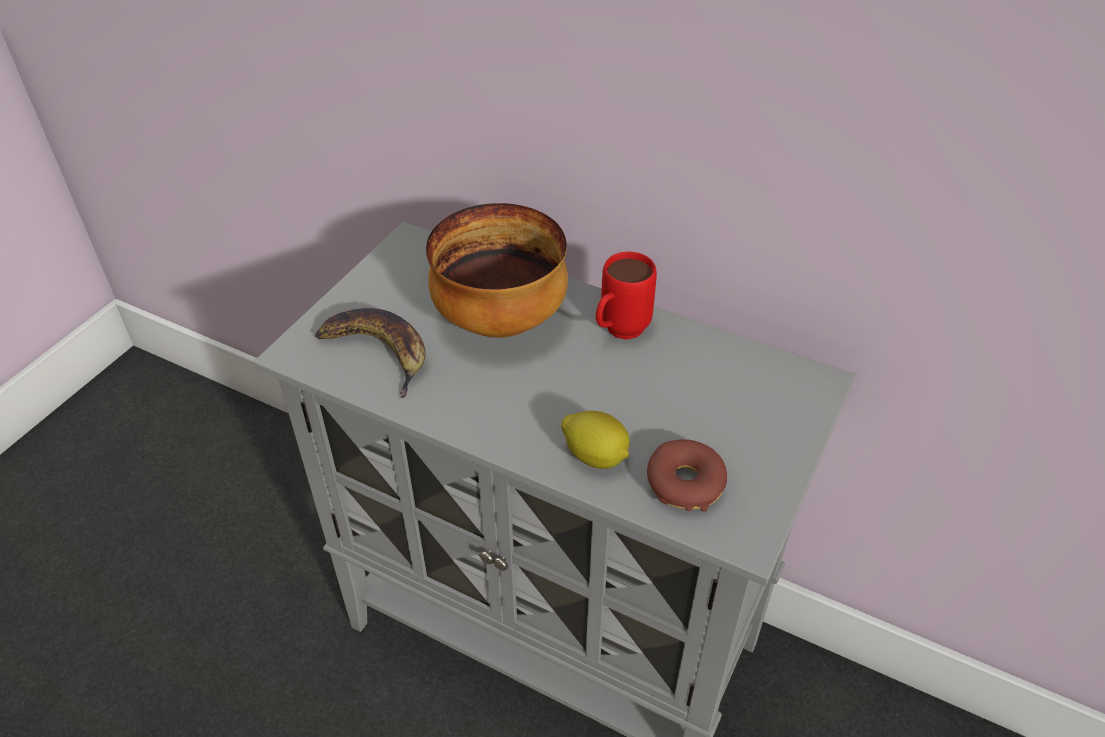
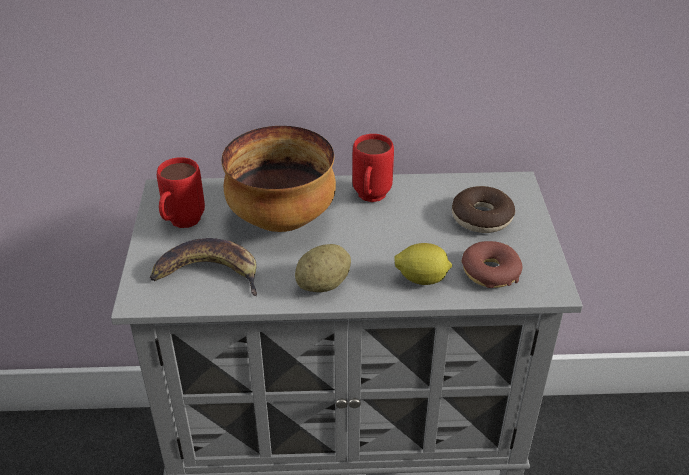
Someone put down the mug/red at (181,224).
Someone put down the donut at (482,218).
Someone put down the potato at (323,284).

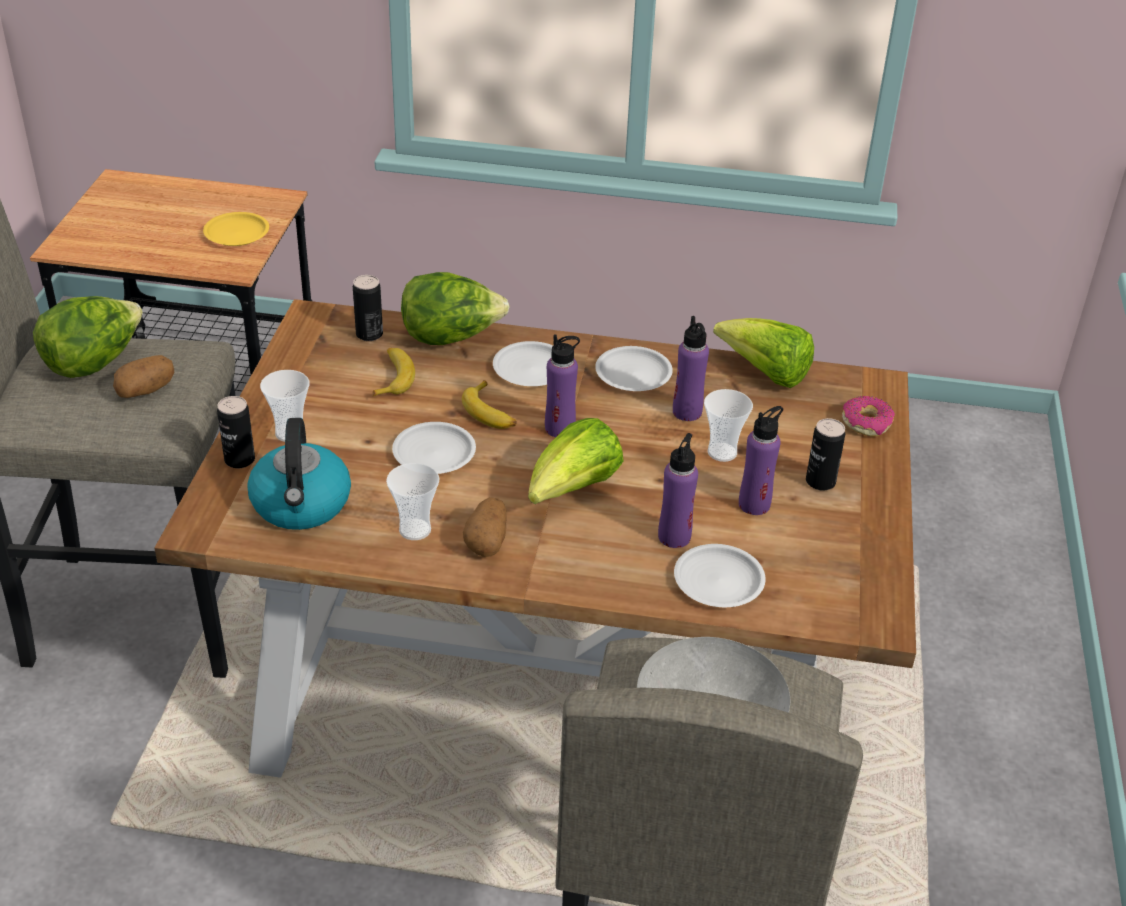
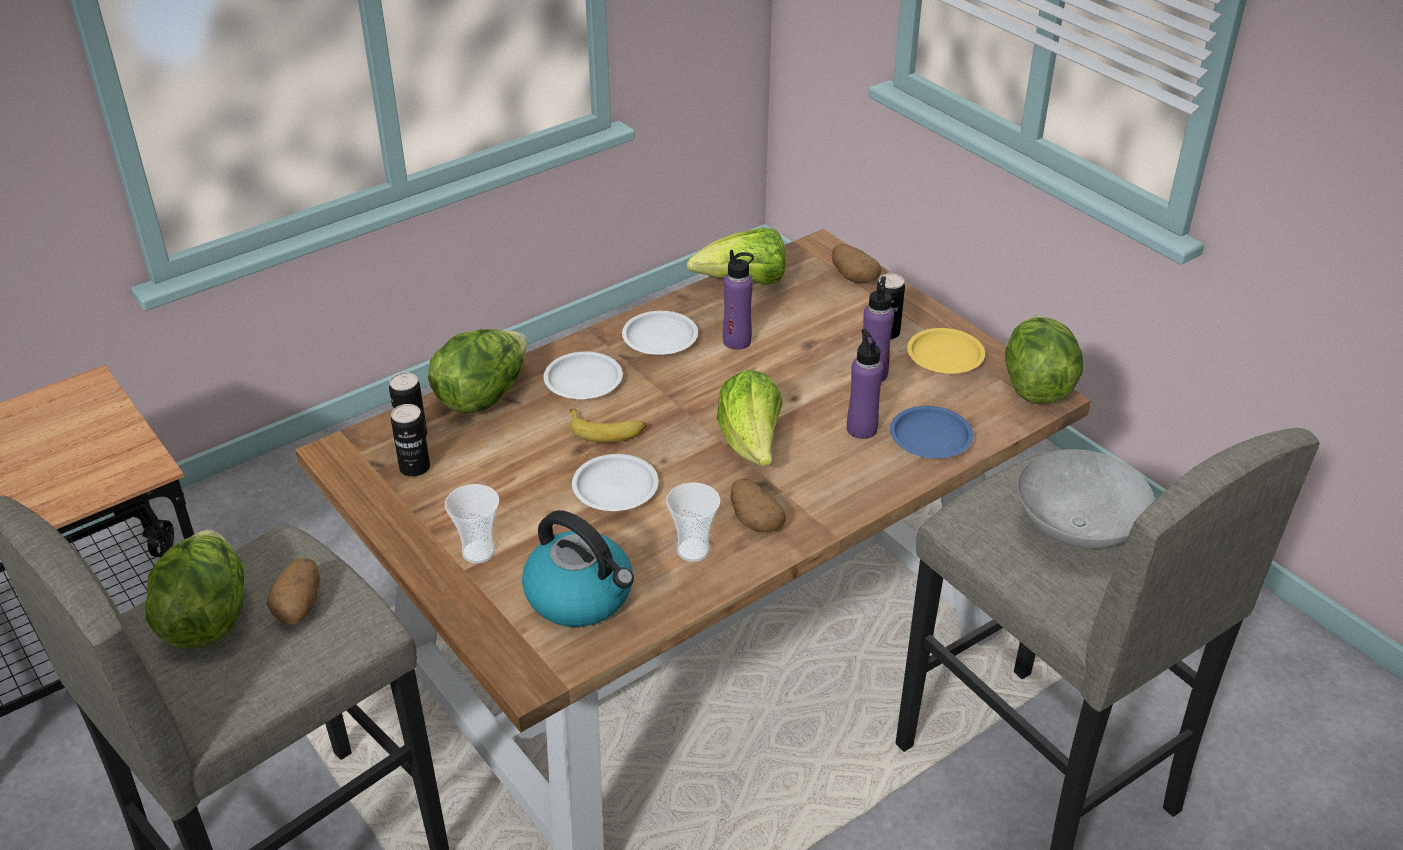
Someone carried the plate/yellow from (237,234) to (945,356).
Someone took away the bottle/purple at (560,428).
Someone took away the banana at (392,377).
Someone took away the cup at (722,452).
Someone carried the can from (239,460) to (414,468).
Someone swapped the donut at (866,423) for the potato at (853,277).
Someone repainted the plate/white at (717,581), which became the plate/blue at (930,438).
Someone put down the lettuce at (1036,385).

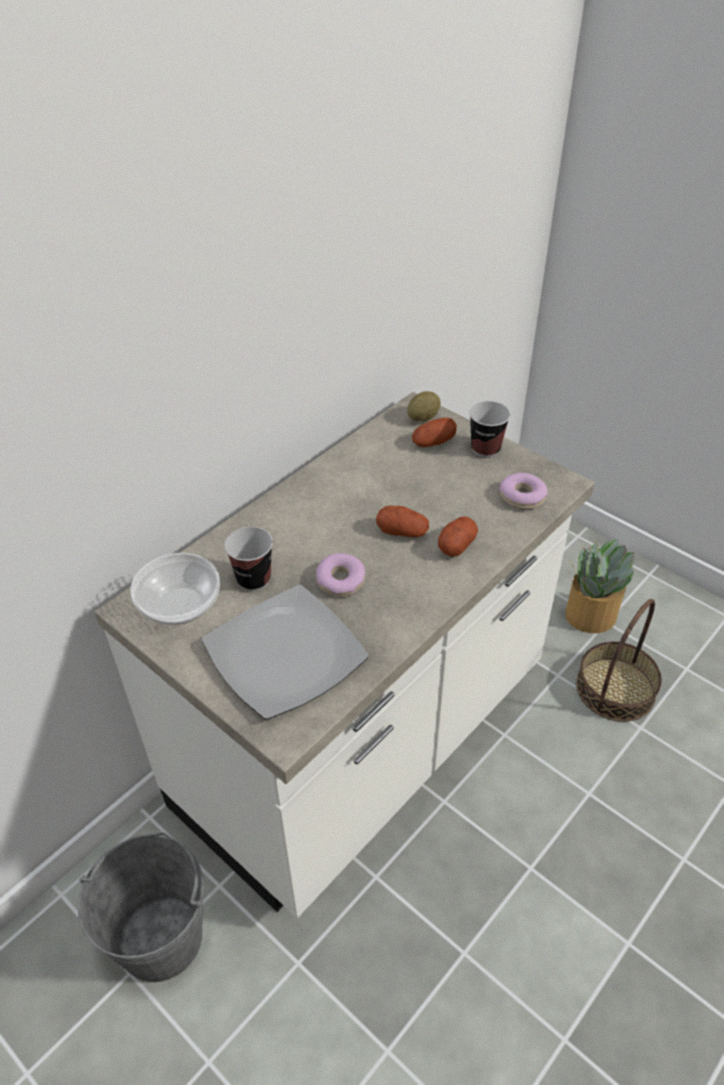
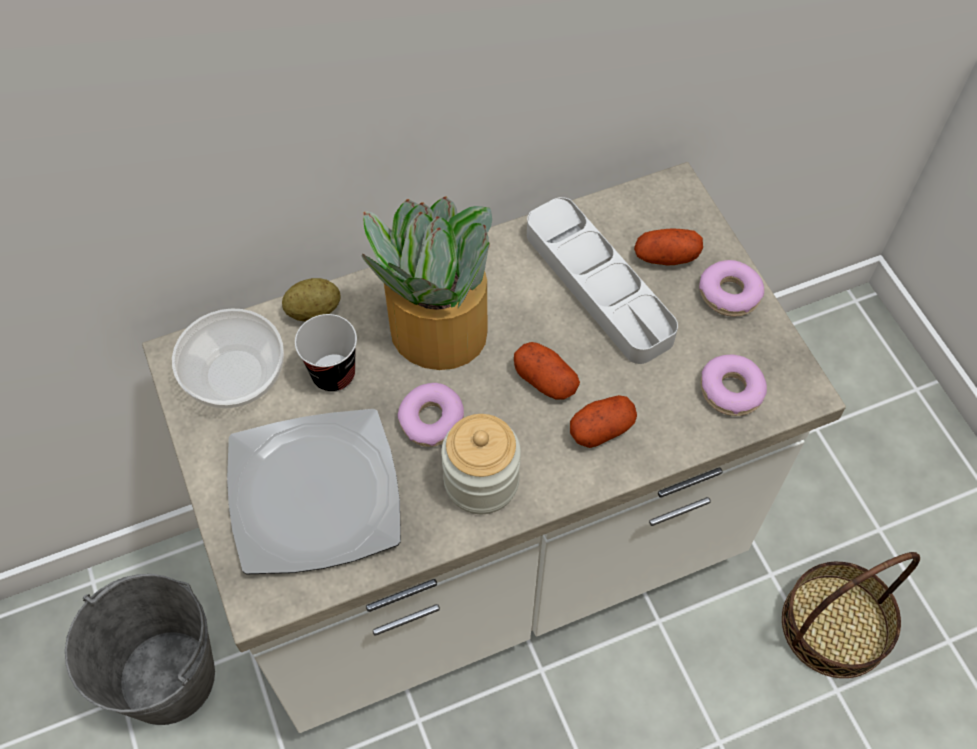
Someone carried the potato from (423,417) to (314,311).
Someone swapped the cup at (485,448) for the donut at (729,294).
Someone carried the potted plant from (589,615) to (436,330).
Someone put down the tray/grey at (598,285).
Someone put down the jar at (481,481).

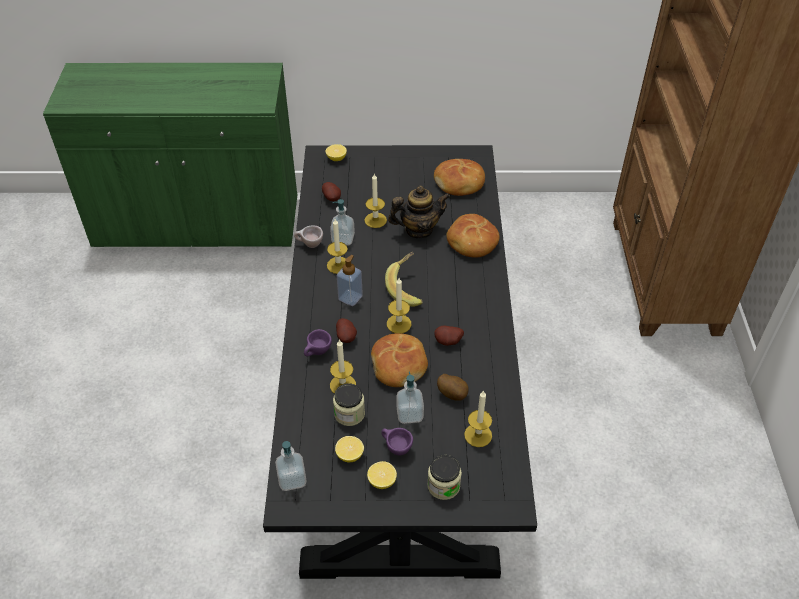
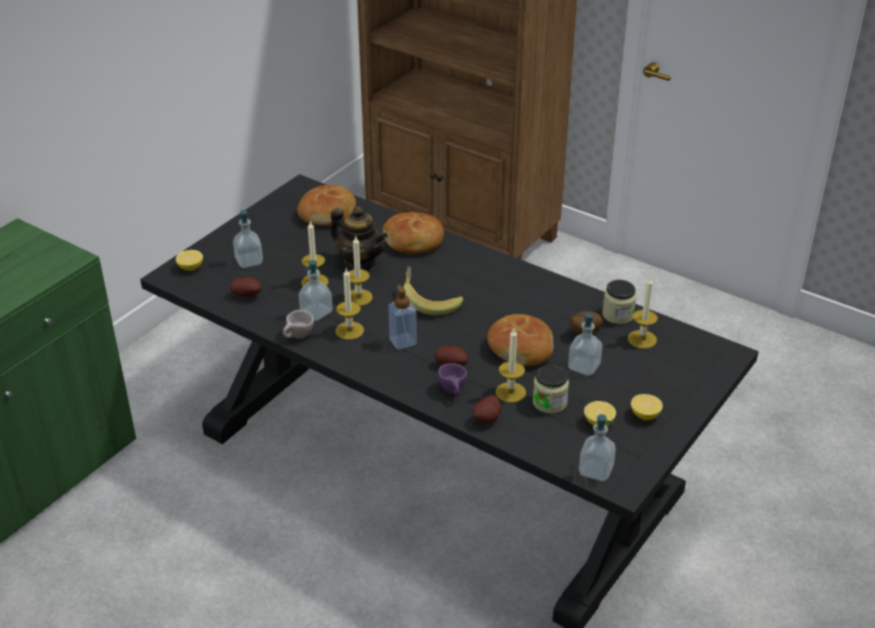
Someone rotated the teapot at (418,229) by 105 degrees clockwise.
Someone carried the candle from (399,324) to (358,297).
Someone carried the potato from (448,342) to (488,419).
Someone took away the cup/purple at (395,448).
Someone carried the jar from (443,486) to (618,315).
Someone put down the soap dispenser at (249,261).

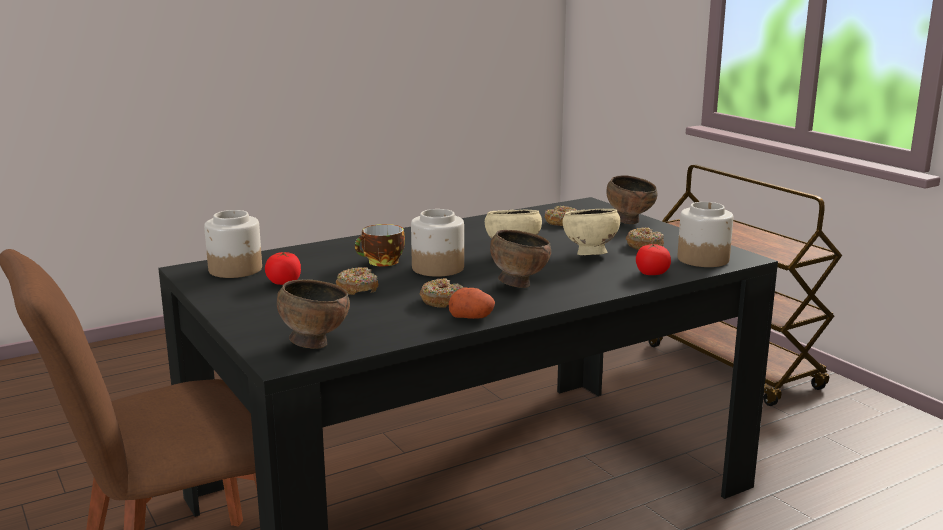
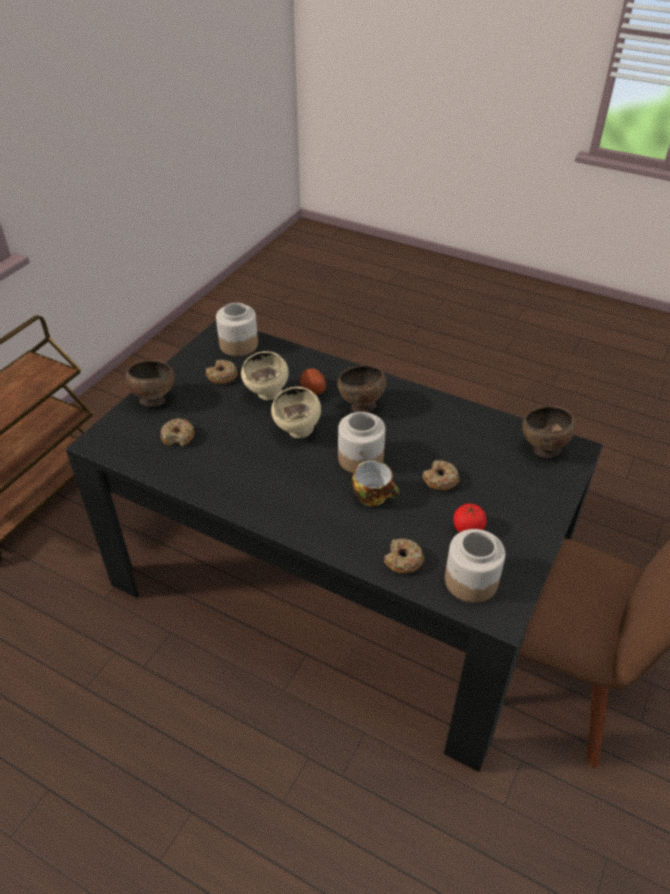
Someone took away the tomato at (652,273).
Someone carried the donut from (441,300) to (403,560).
Someone carried the potato from (472,317) to (312,388).

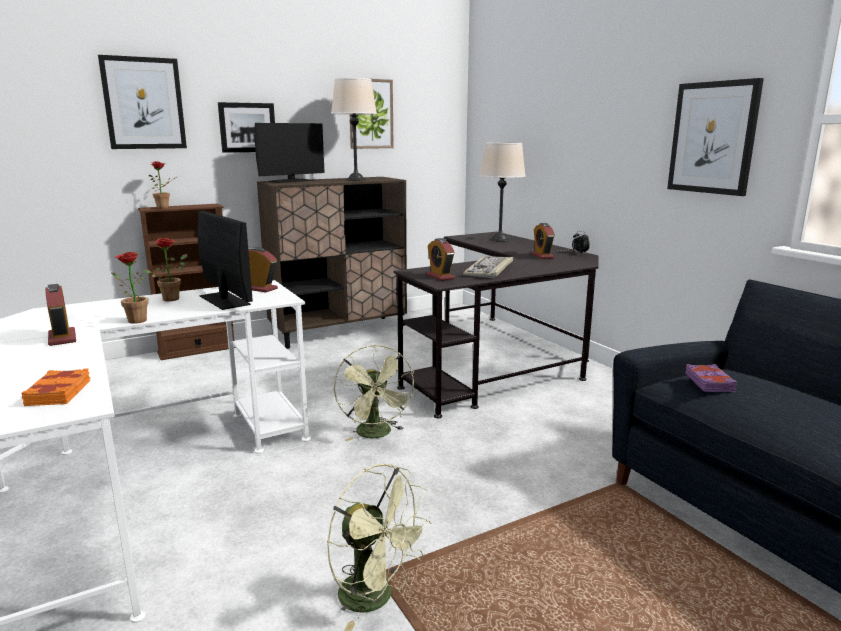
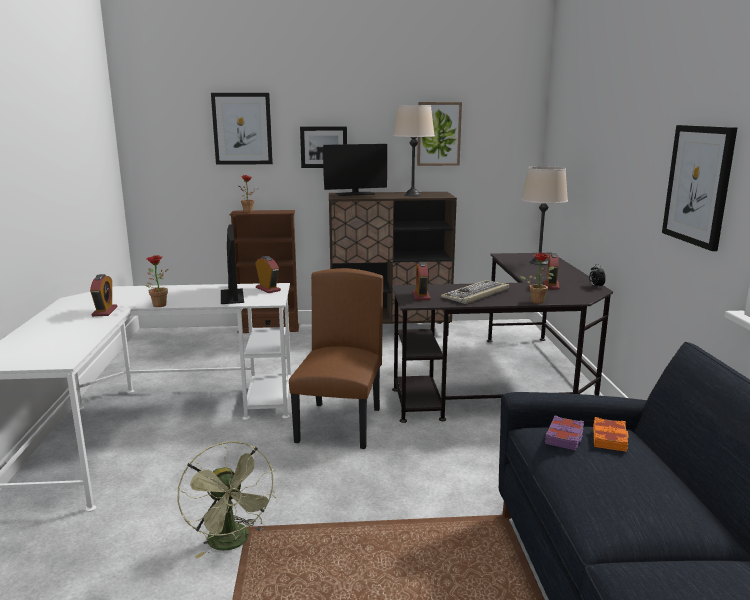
Someone carried the potted plant from (173,298) to (538,301).
Someone swapped the fan/green at (377,434) for the chair/brown at (340,425).
Someone carried the book/orange from (60,393) to (610,438).

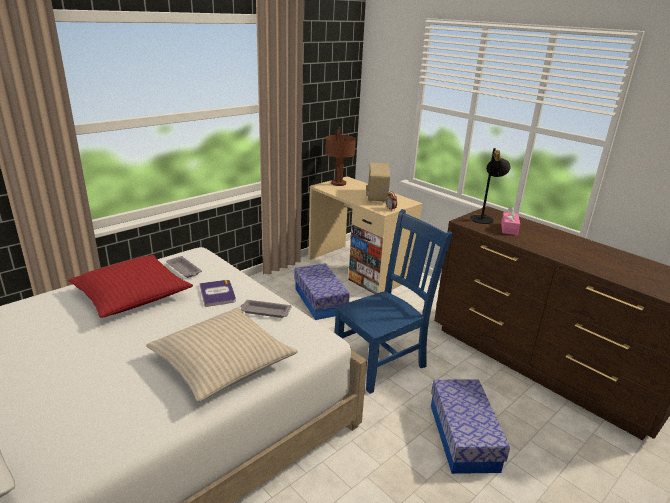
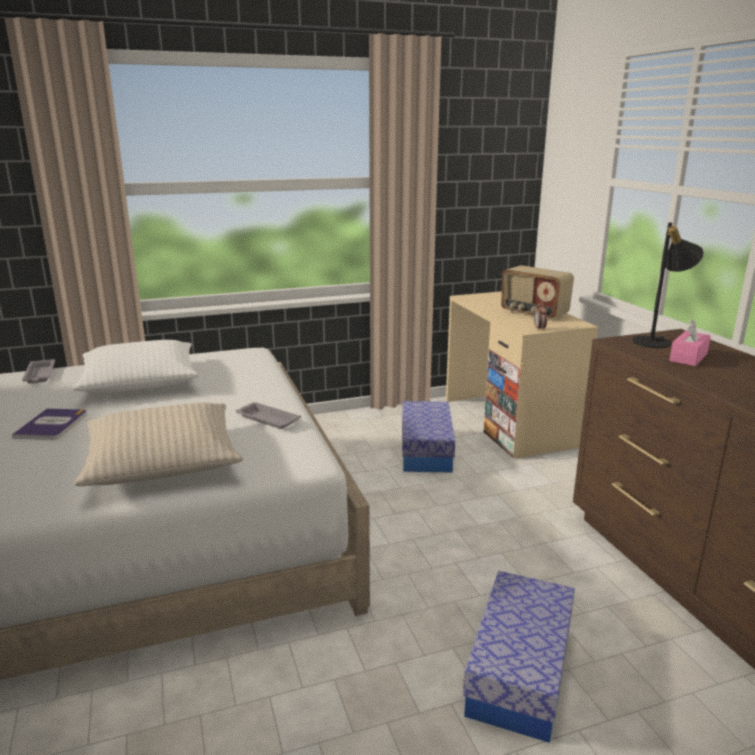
Someone took away the table lamp/brown at (339,183).
Someone rotated the radio at (376,196) by 75 degrees counterclockwise.
Someone took away the chair/blue at (382,362).
Someone repainted the pillow/red at (132,295), which became the pillow/white at (139,381).
Someone carried the tray/grey from (184,270) to (40,375).
Someone carried the book from (217,293) to (52,425).

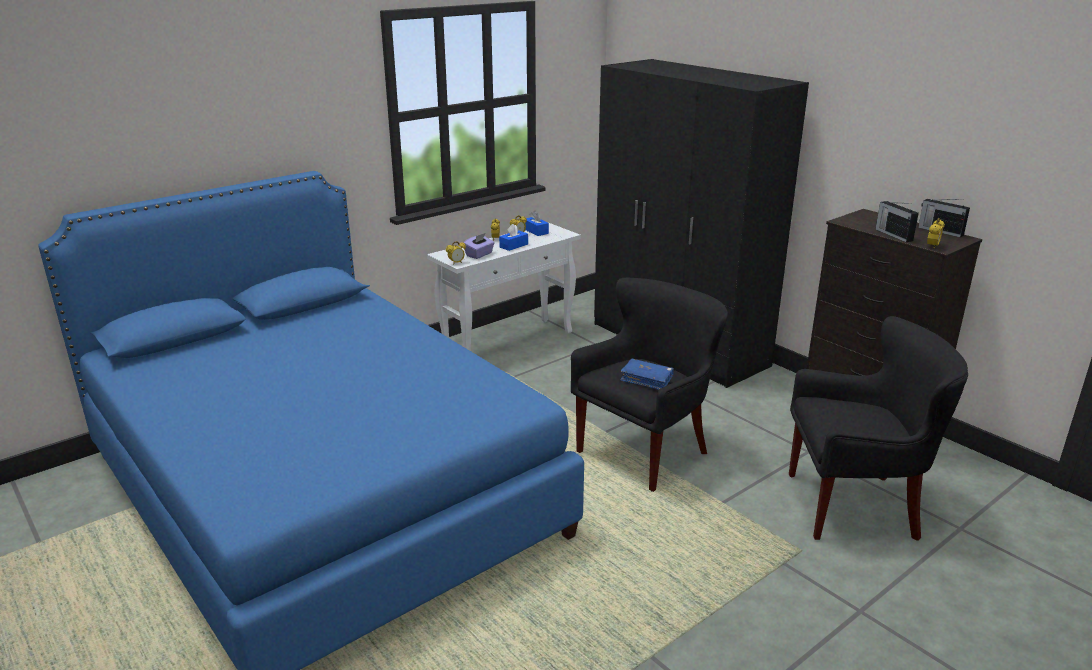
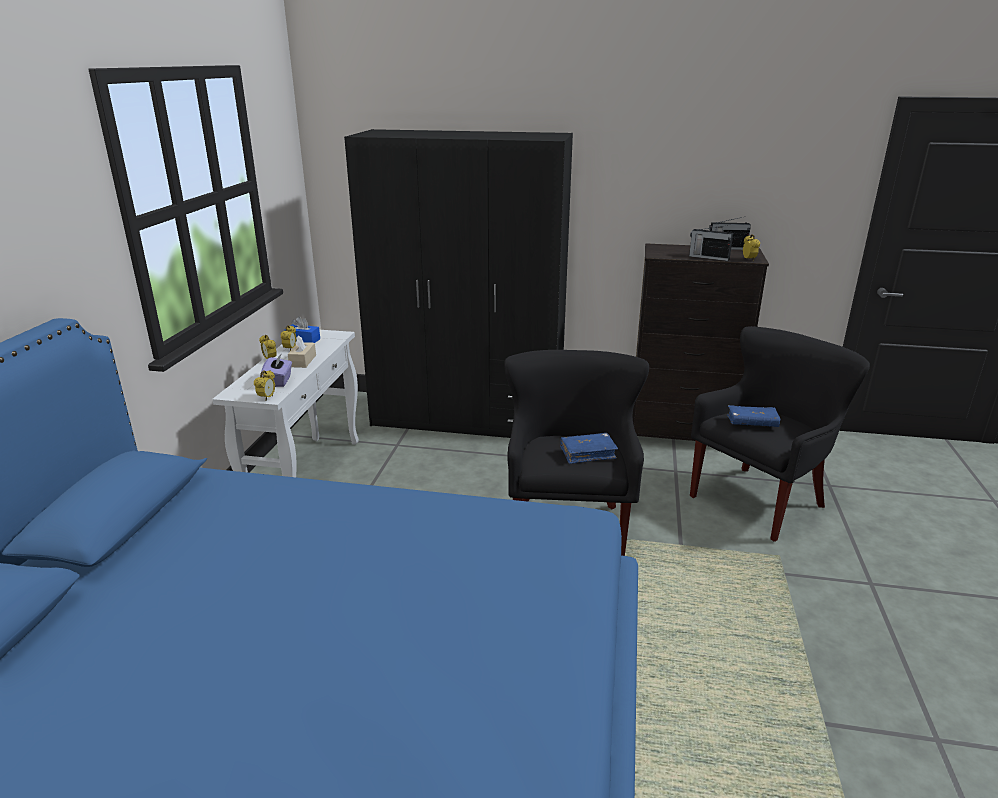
Someone repainted the tissue box/blue at (513,246), which became the tissue box/beige at (303,361).
Someone put down the book/blue at (752,423).

